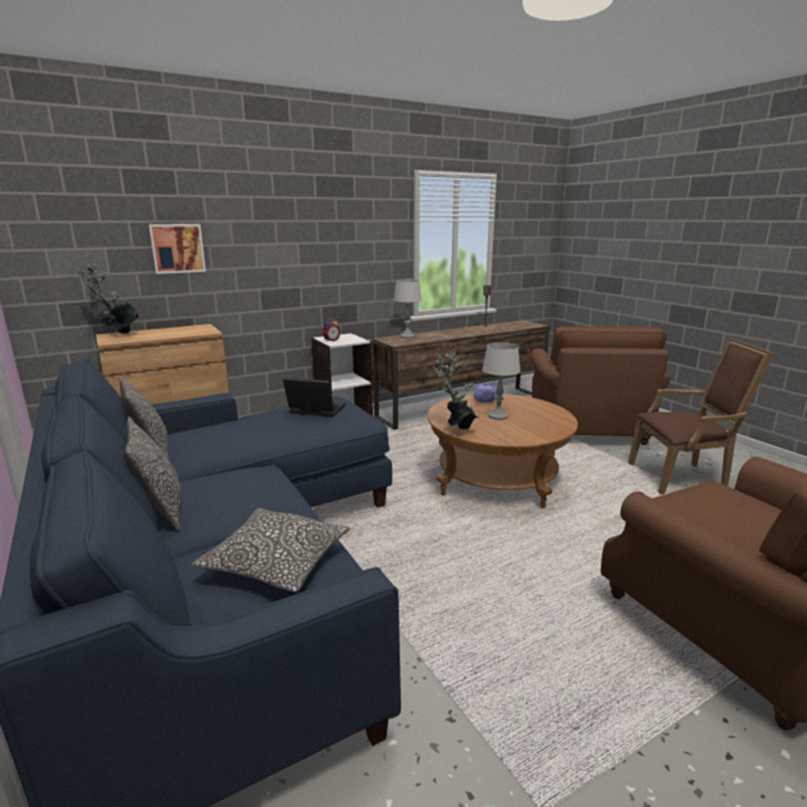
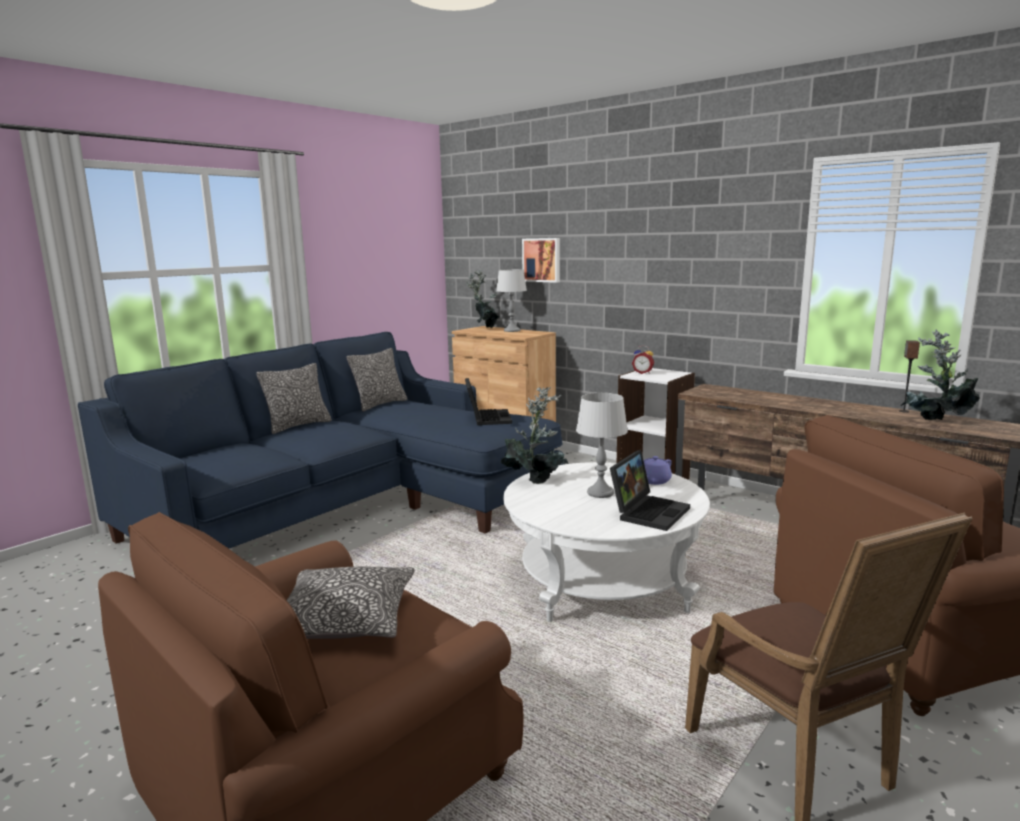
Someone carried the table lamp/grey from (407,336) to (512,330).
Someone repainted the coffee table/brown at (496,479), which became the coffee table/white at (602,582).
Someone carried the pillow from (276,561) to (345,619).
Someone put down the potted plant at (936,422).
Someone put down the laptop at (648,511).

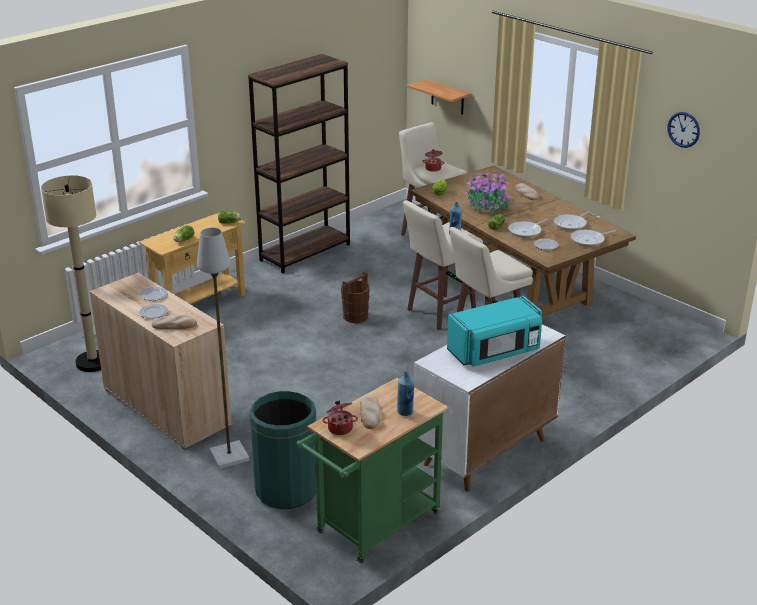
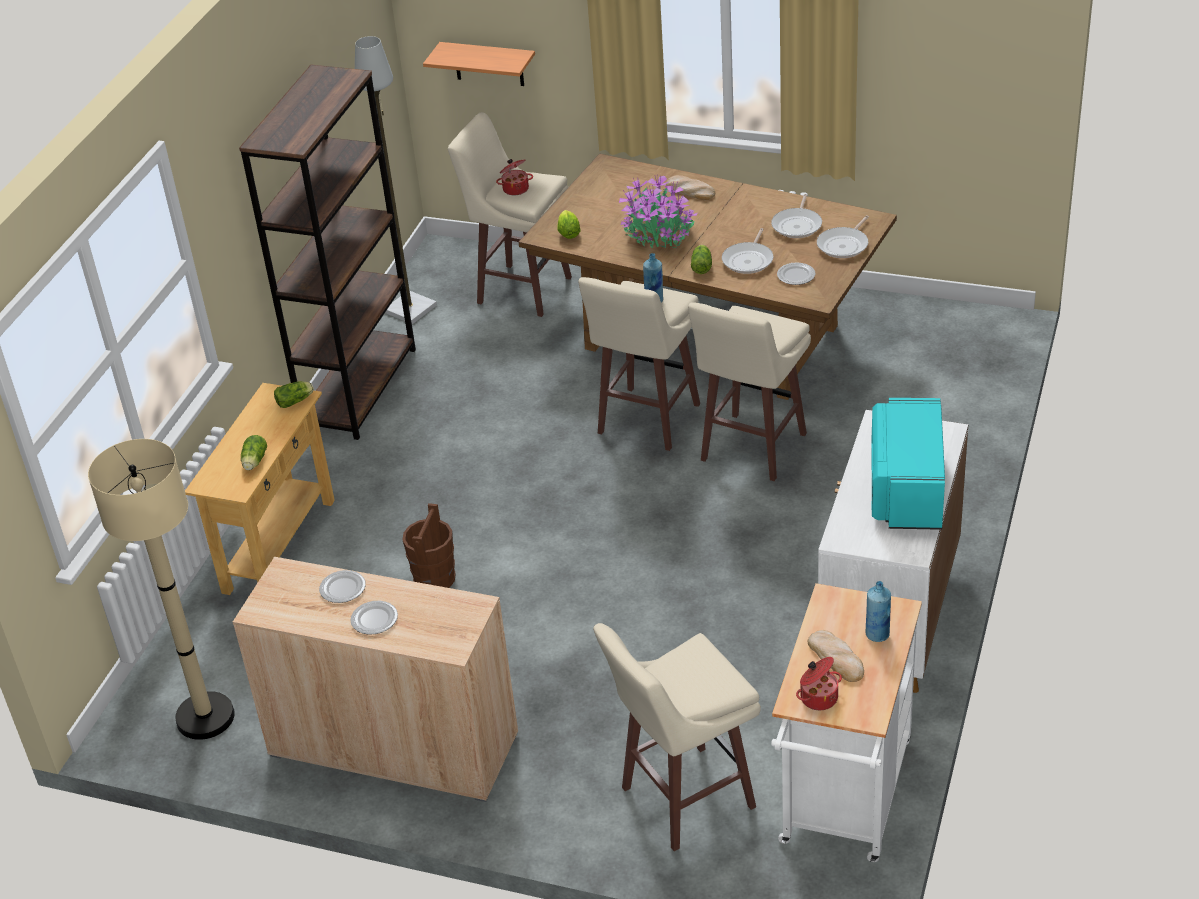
Someone took away the wall clock at (683,129).
Someone carried the floor lamp/grey from (229,455) to (410,308).
Someone carried the bucket/brown from (355,317) to (434,578).
Someone rotated the microwave/turquoise at (495,352) by 150 degrees clockwise.
Someone took away the bread at (174,325).
Someone repainted the cart/green at (372,527), which became the cart/white at (844,802).
Someone swapped the trash can/green at (286,490) for the stool/beige at (684,799).

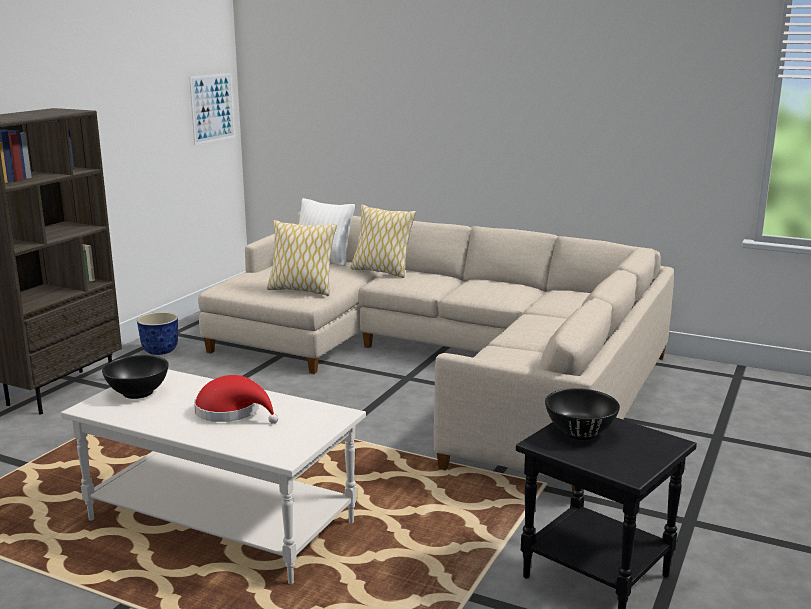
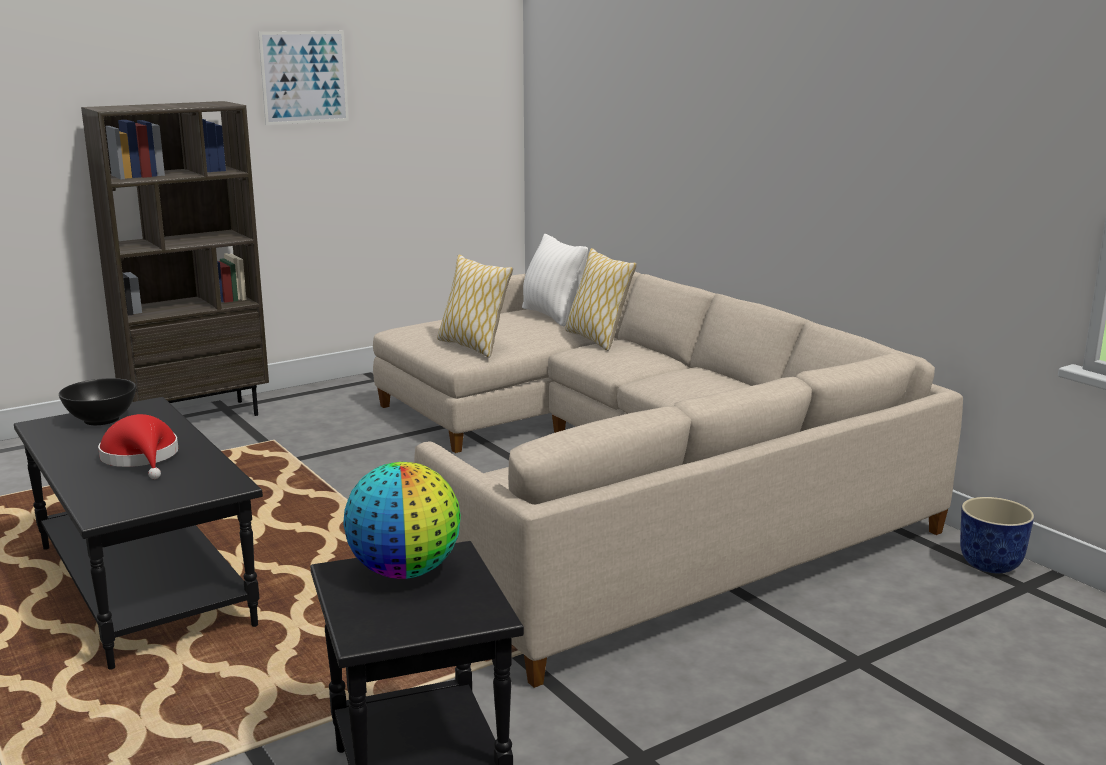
Someone carried the picture from (212,108) to (304,77).
Someone carried the planter from (161,351) to (991,565).
Someone repainted the coffee table/white at (223,521), which became the coffee table/black at (147,585).
Someone swapped the bowl/black at (580,432) for the globe at (405,571).

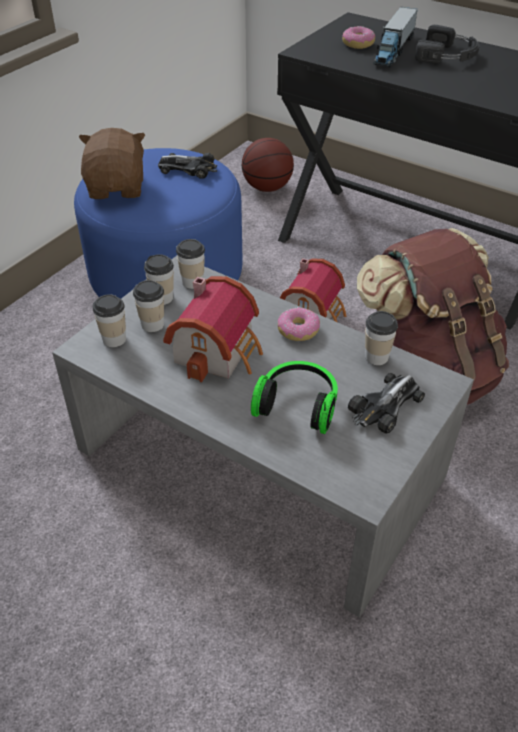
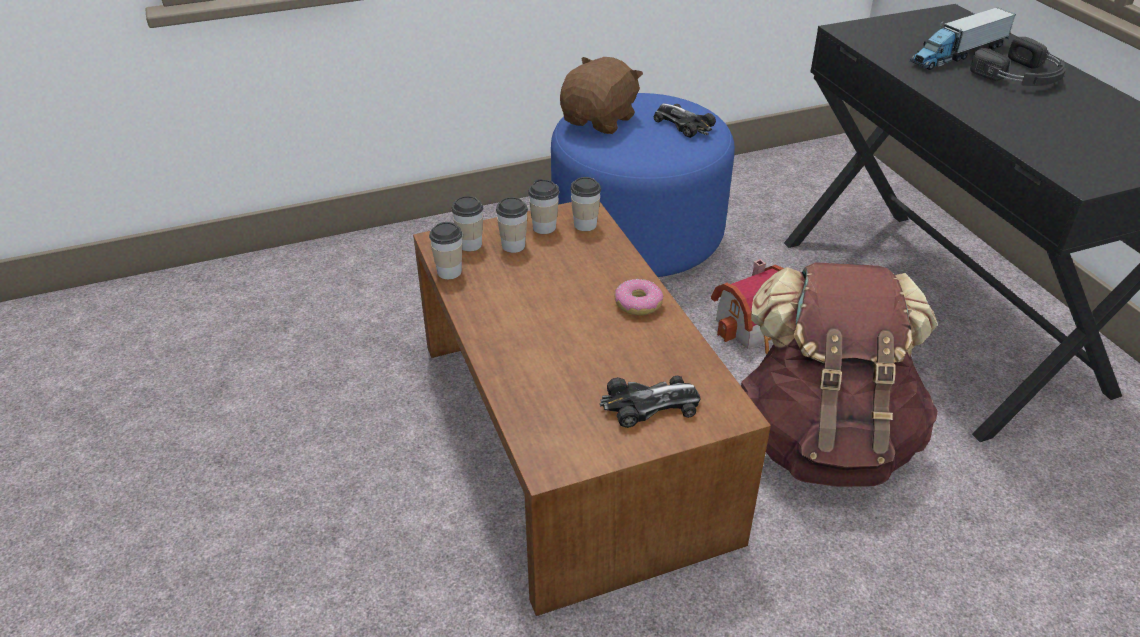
Someone took away the donut at (357,44).
Someone took away the basketball at (267,188).
Someone repainted the coffee table/grey at (257,464), which became the coffee table/brown at (568,436).
Someone took away the toy house at (219,351).
Someone carried the cup from (376,357) to (449,272).
Someone took away the headphones at (298,405).

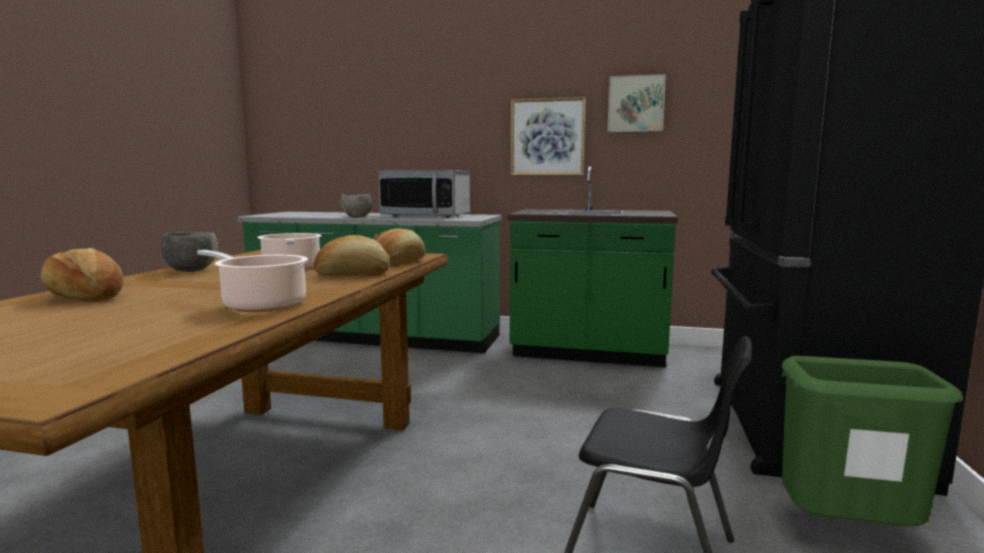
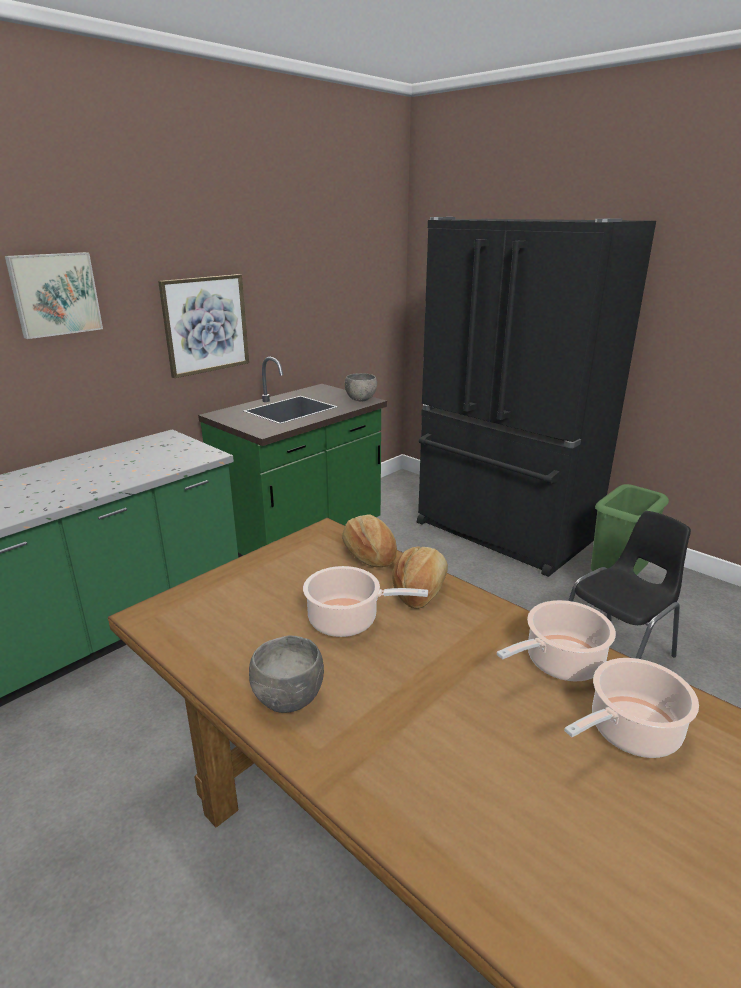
Someone carried the picture from (636,104) to (54,294).
Someone took away the microwave at (426,216).
Someone carried the bowl/grey from (357,217) to (361,400).
Someone took away the bread at (86,297).
Someone put down the cooking pot at (630,732).

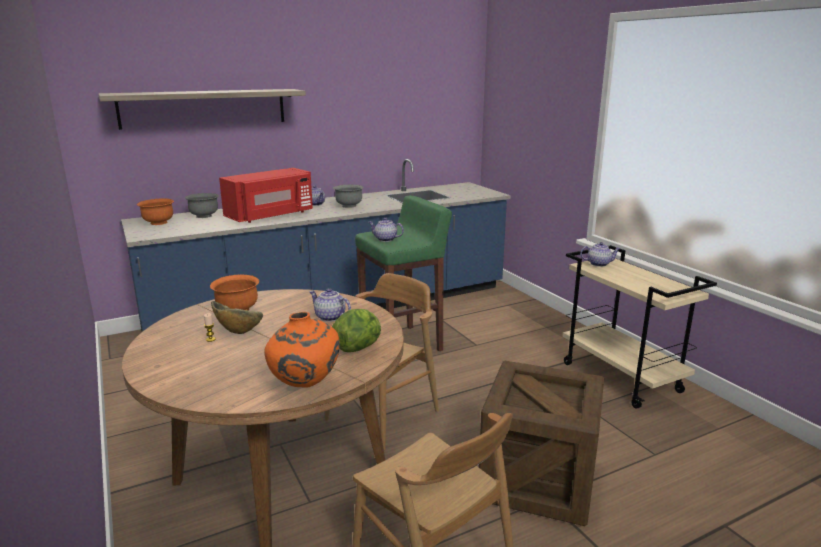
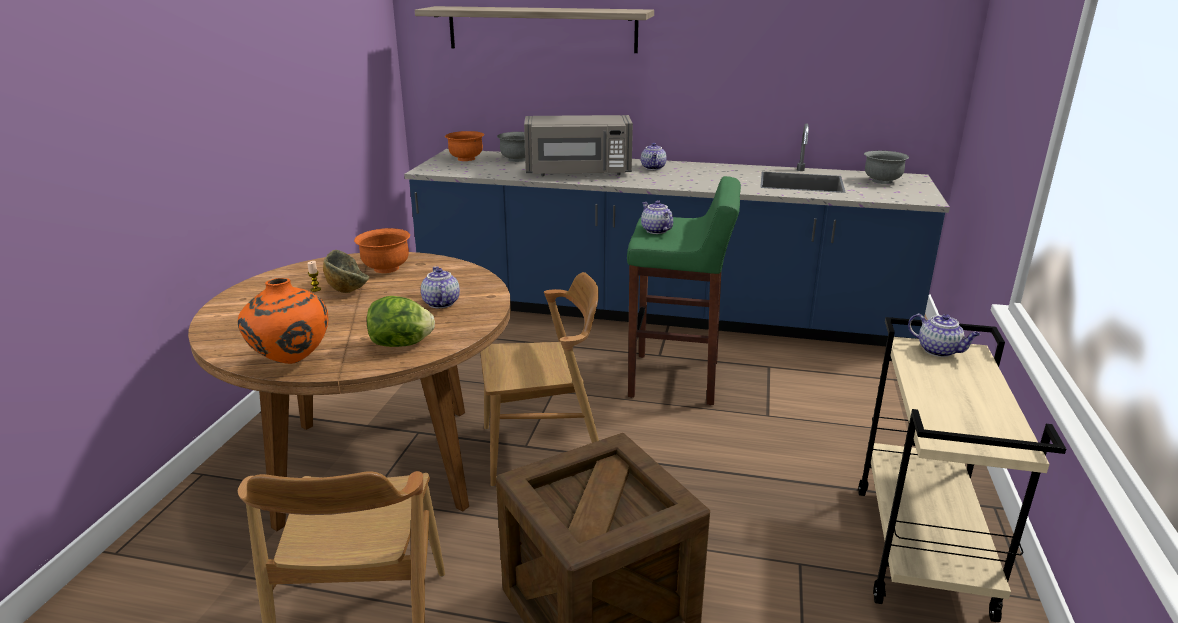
Someone repainted the microwave/red at (271,216), which became the microwave/grey at (578,172).
Someone carried the bowl/grey from (349,206) to (882,181).

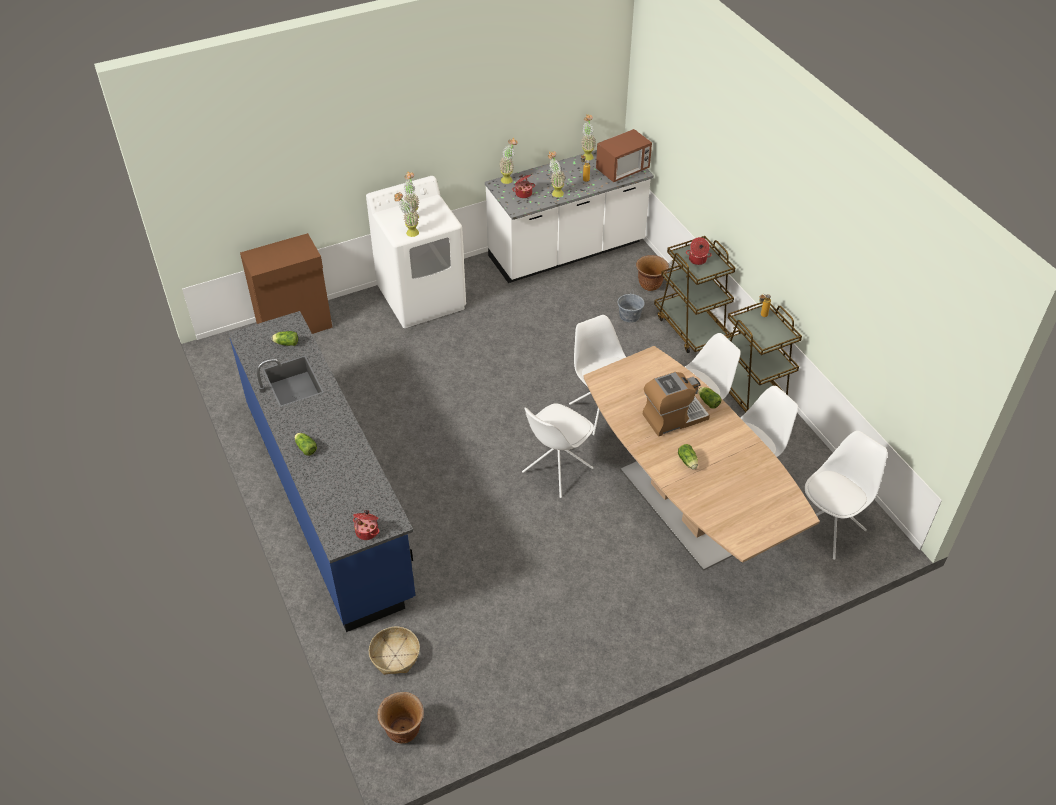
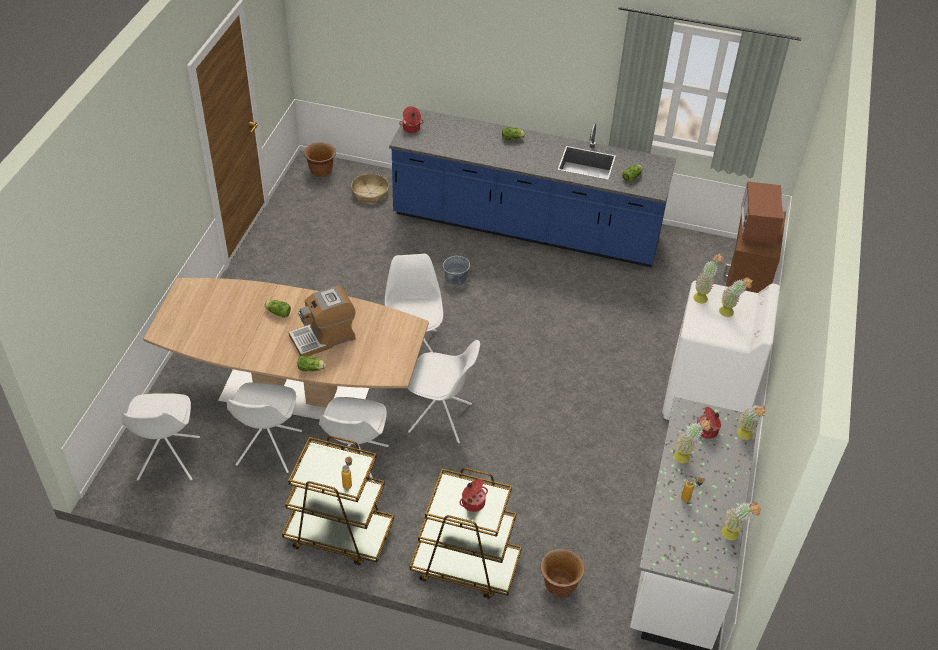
Someone carried the microwave from (622,170) to (757,227).
Someone carried the bucket/grey from (629,316) to (456,278).
Someone rotated the coffee machine at (674,417) by 45 degrees clockwise.

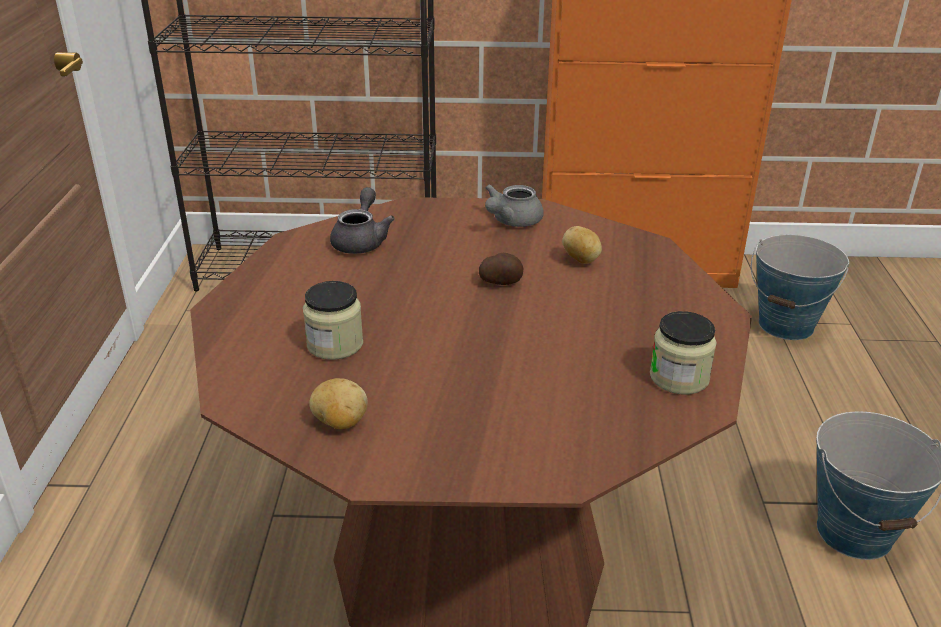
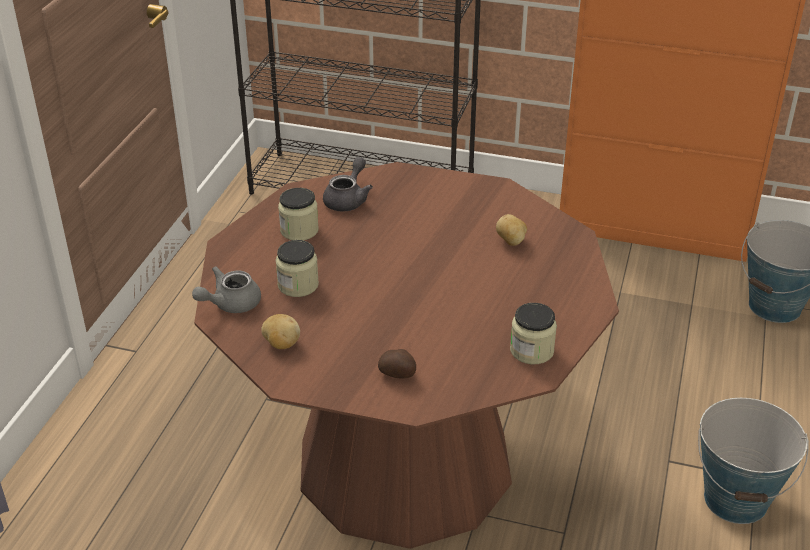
Someone carried the teapot/grey from (511,221) to (230,304).
Someone carried the potato from (500,282) to (398,374).
Someone put down the jar at (299,230).

